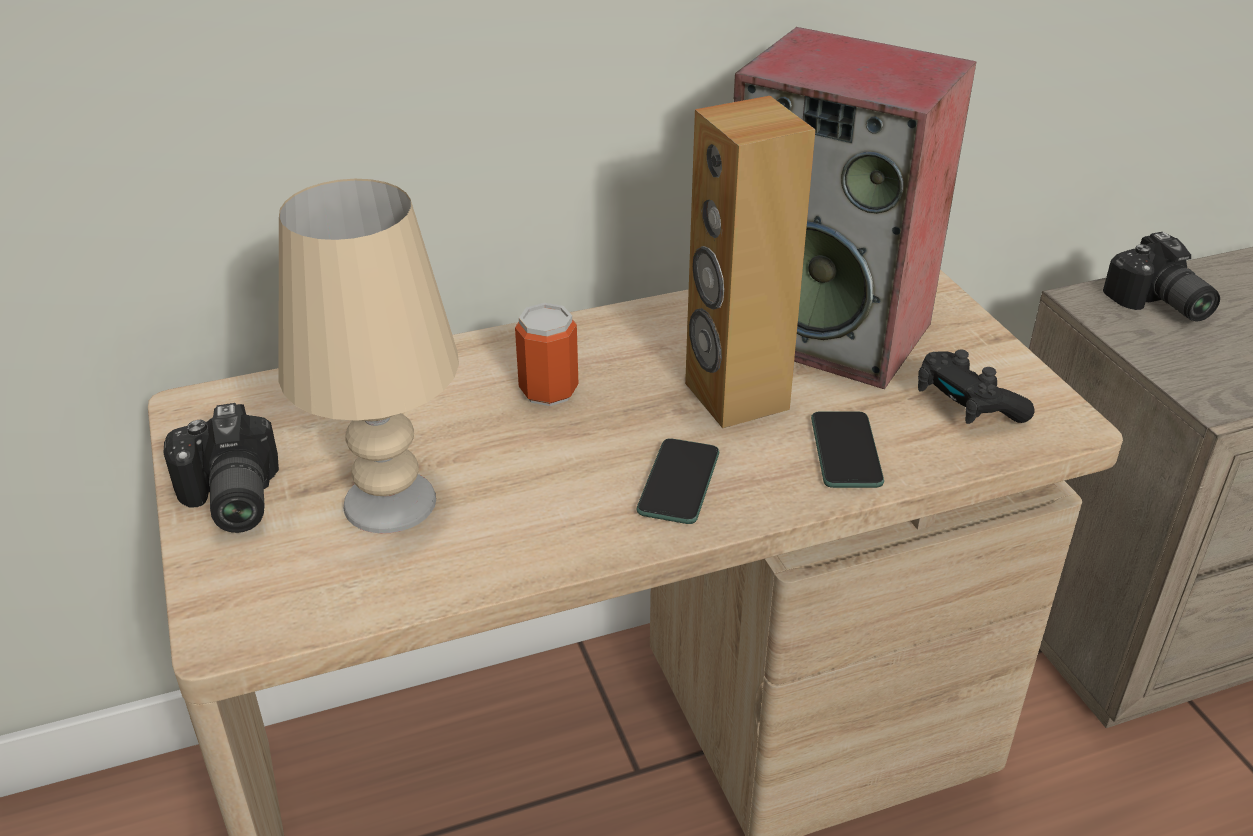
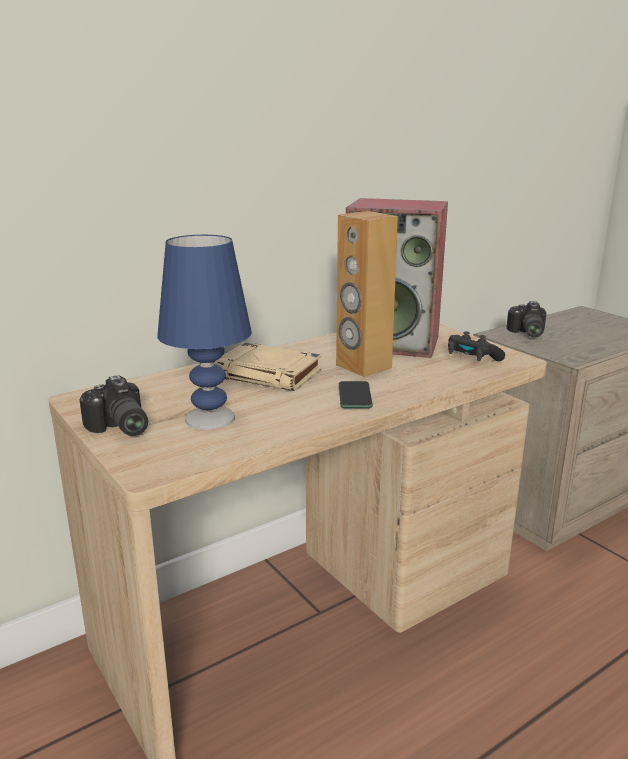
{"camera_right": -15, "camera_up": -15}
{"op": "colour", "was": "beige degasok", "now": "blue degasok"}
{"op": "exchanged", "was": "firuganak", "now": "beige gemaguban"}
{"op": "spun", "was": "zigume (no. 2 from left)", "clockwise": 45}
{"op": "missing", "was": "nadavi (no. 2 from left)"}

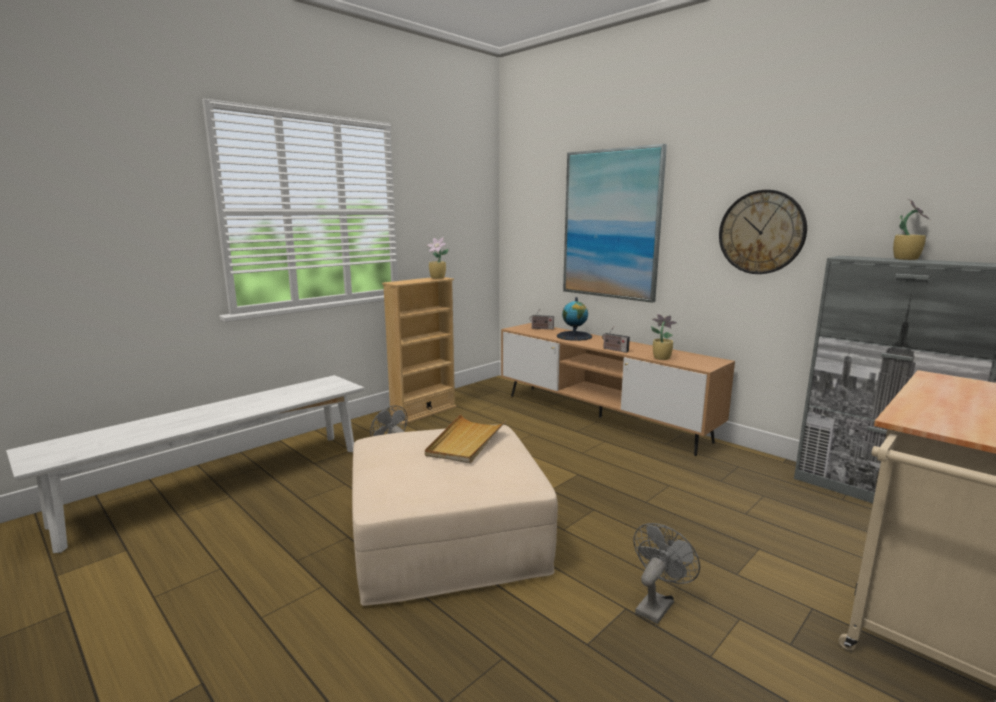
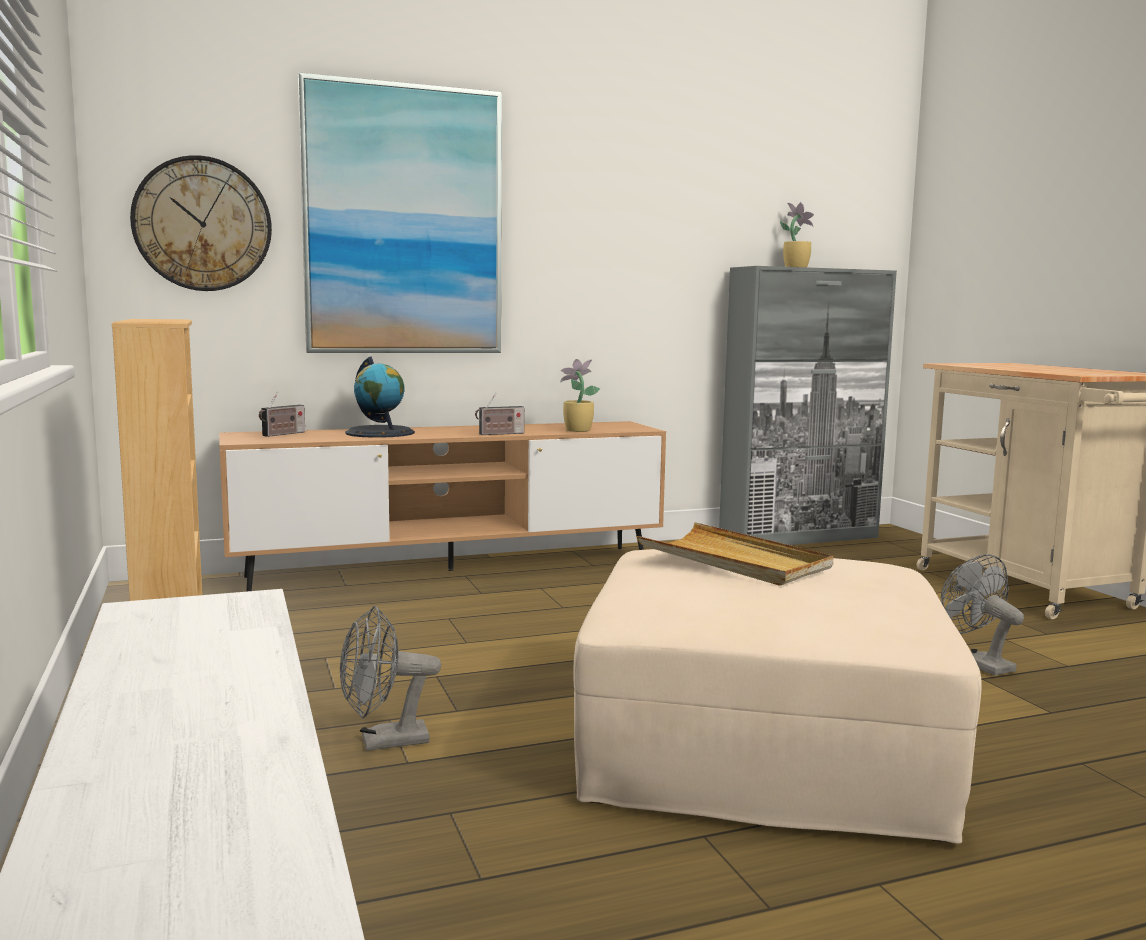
{"camera_right": -65, "camera_up": -5}
{"op": "relocated", "was": "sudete"}
{"op": "missing", "was": "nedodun (no. 1 from left)"}

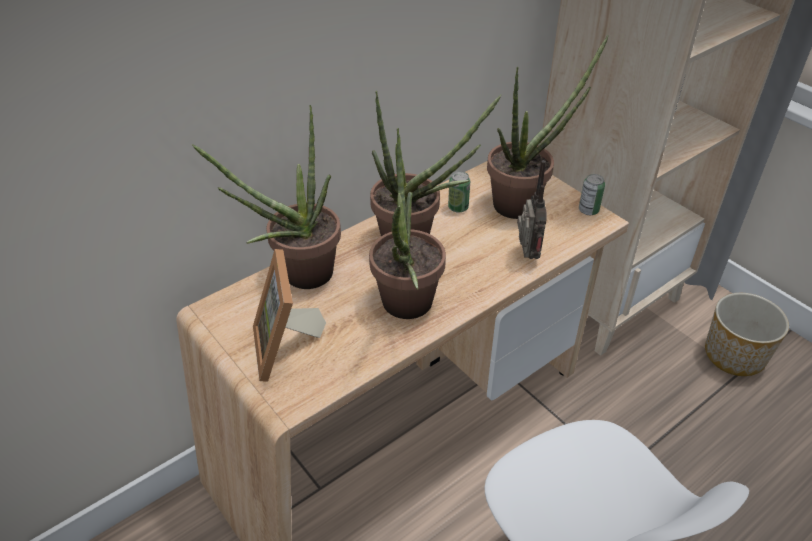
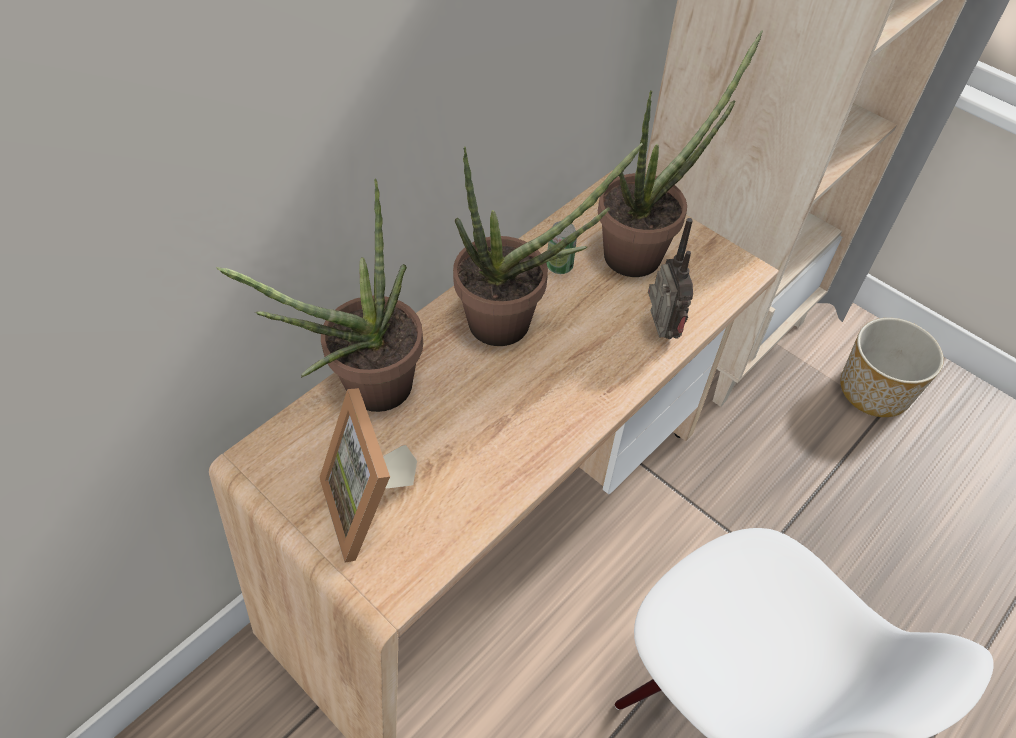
{"camera_right": -10, "camera_up": 10}
{"op": "missing", "was": "nedodun (no. 2 from left)"}
{"op": "missing", "was": "firuganak (no. 2 from left)"}

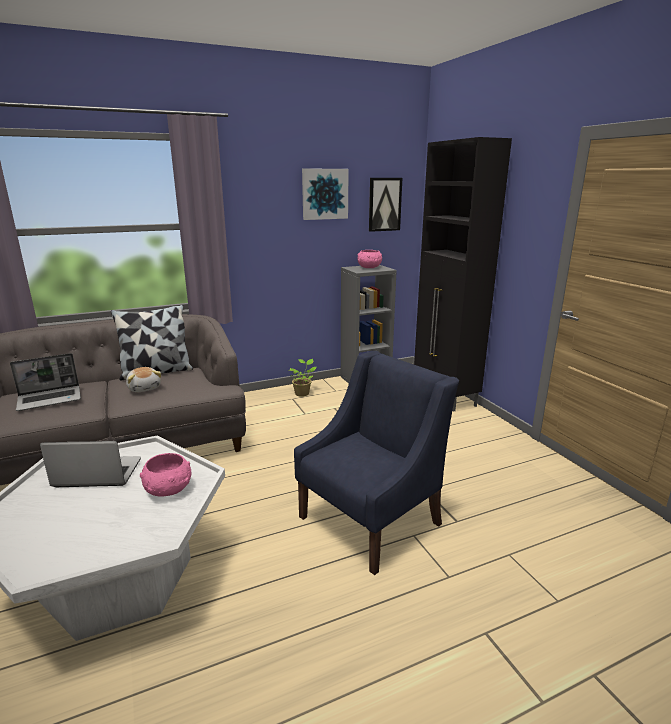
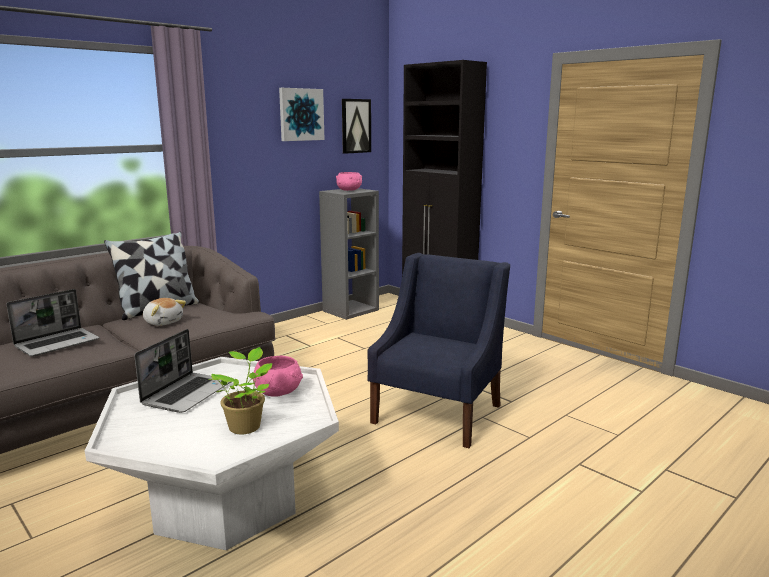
{"camera_right": -20, "camera_up": -5}
{"op": "spun", "was": "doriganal (no. 2 from left)", "clockwise": 135}
{"op": "relocated", "was": "nedodun"}

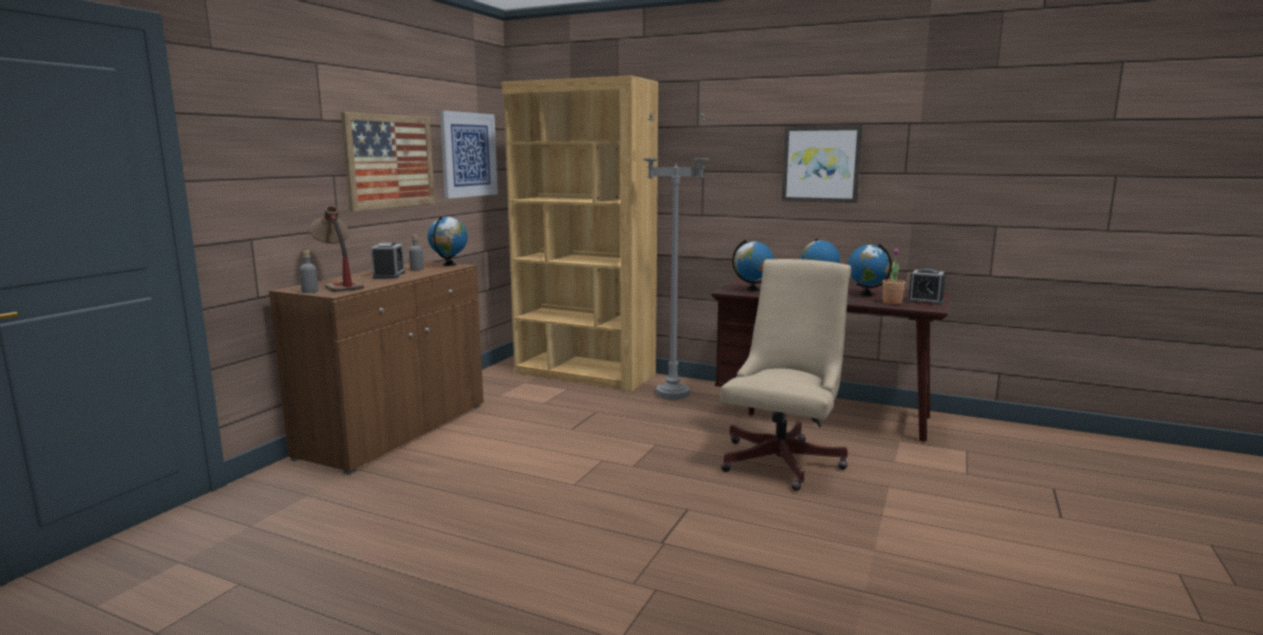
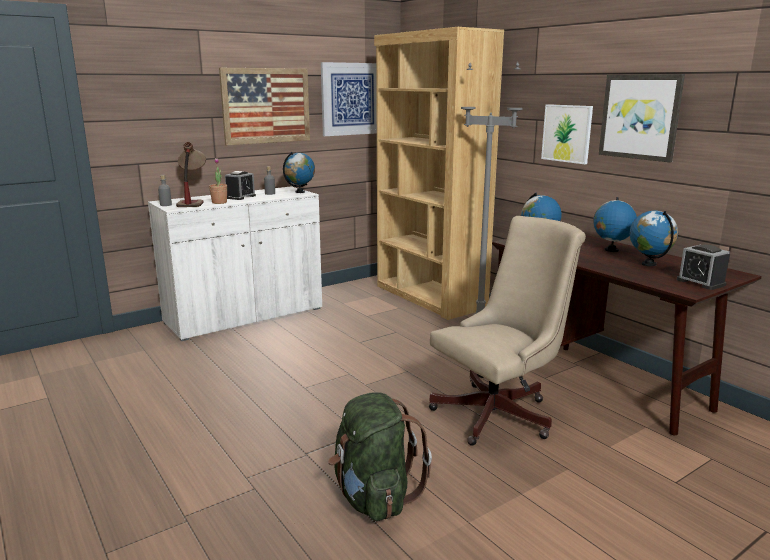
{"camera_right": 30, "camera_up": 5}
{"op": "colour", "was": "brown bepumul", "now": "white bepumul"}
{"op": "relocated", "was": "nedodun"}
{"op": "appeared", "now": "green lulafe"}
{"op": "appeared", "now": "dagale (no. 3 from left)"}

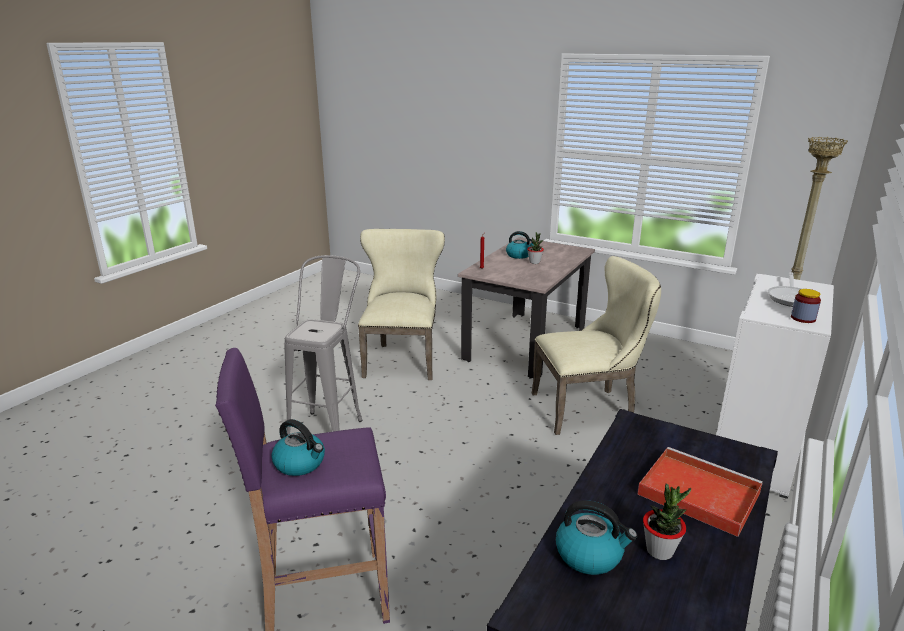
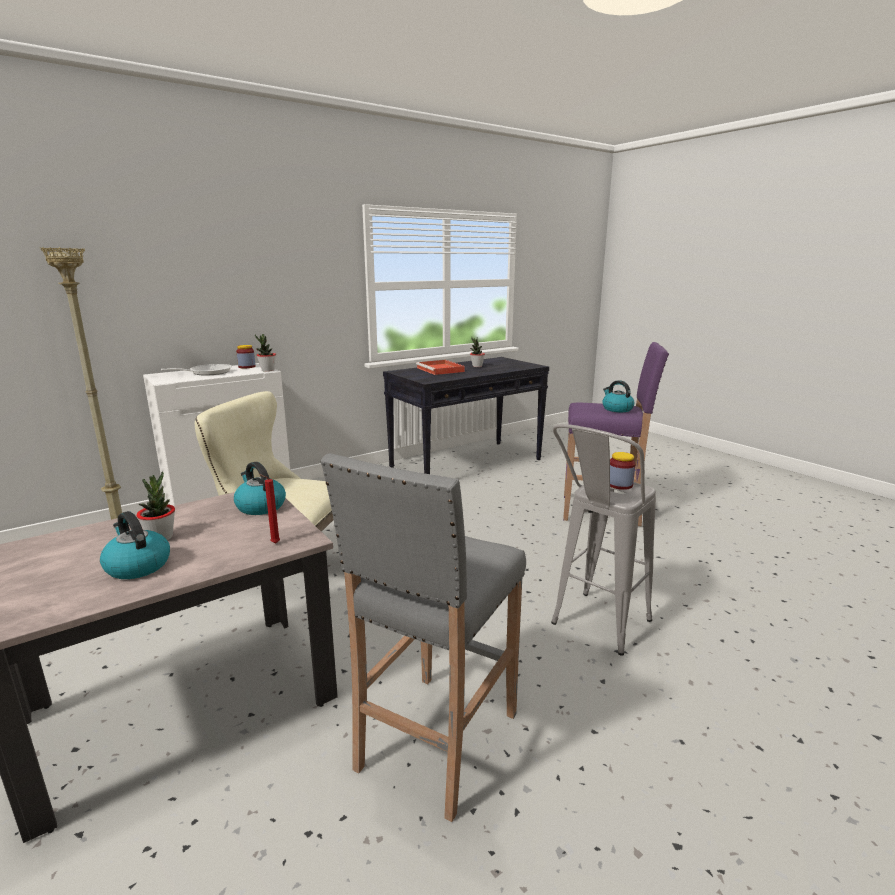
{"camera_right": -155, "camera_up": -5}
{"op": "relocated", "was": "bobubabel (no. 3 from left in the first image)", "now": "bobubabel (no. 2 from left)"}
{"op": "appeared", "now": "nedodun (no. 2 from left)"}
{"op": "exchanged", "was": "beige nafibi (no. 1 from left)", "now": "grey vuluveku (no. 1 from left)"}
{"op": "appeared", "now": "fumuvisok (no. 2 from left)"}

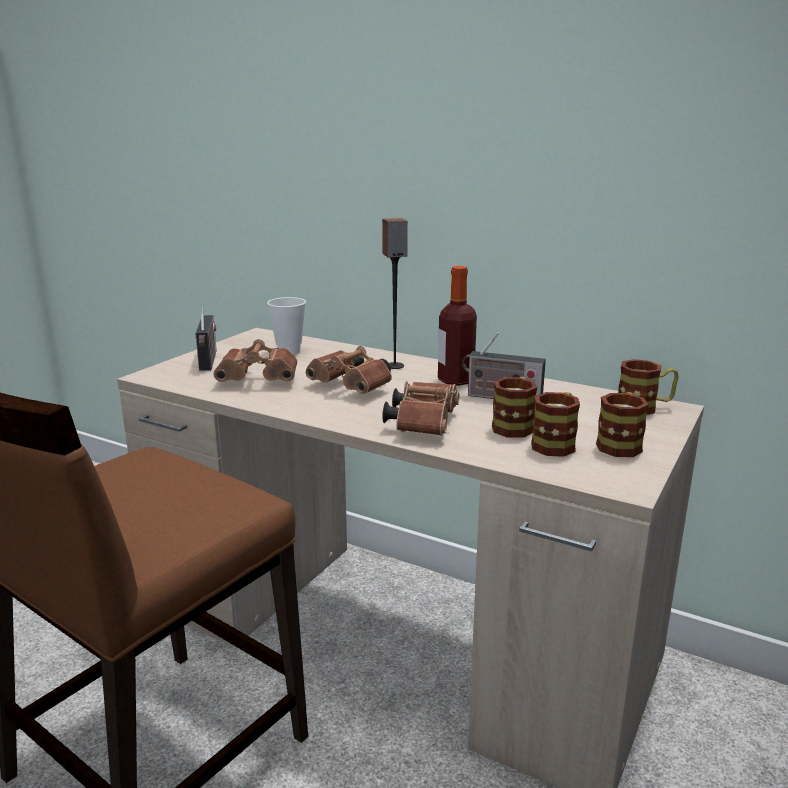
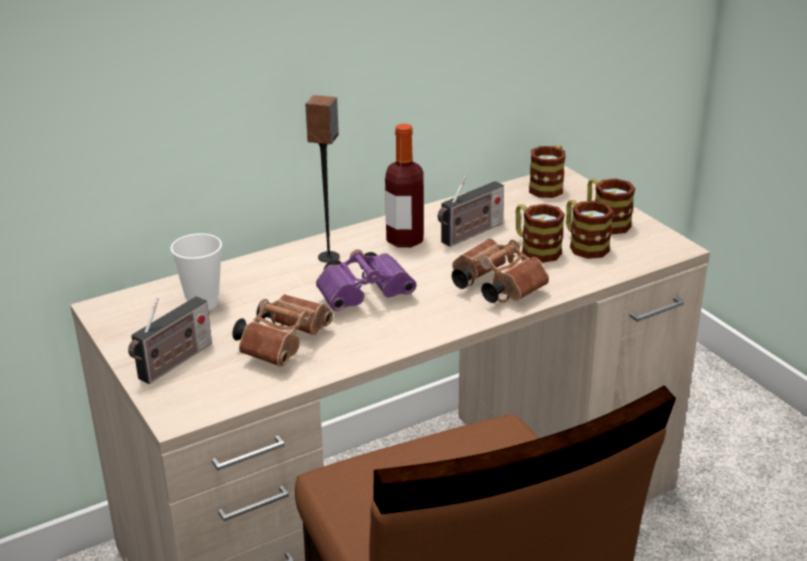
{"camera_right": -60, "camera_up": 10}
{"op": "spun", "was": "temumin (no. 1 from left)", "clockwise": 105}
{"op": "colour", "was": "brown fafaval (no. 2 from left)", "now": "purple fafaval"}

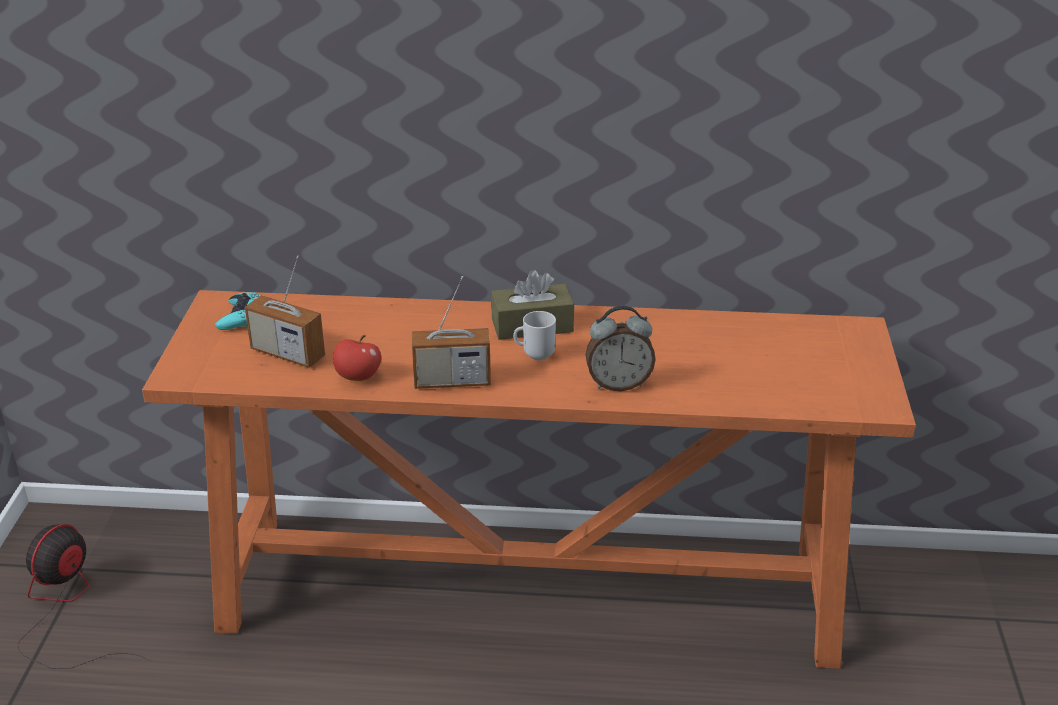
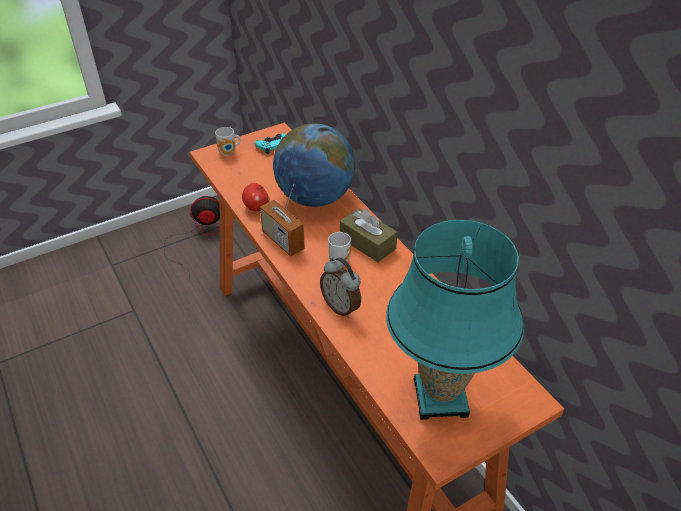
{"camera_right": 55, "camera_up": 10}
{"op": "appeared", "now": "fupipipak (no. 1 from left)"}
{"op": "appeared", "now": "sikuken"}
{"op": "appeared", "now": "turquoise degasok"}
{"op": "missing", "was": "temumin (no. 1 from left)"}

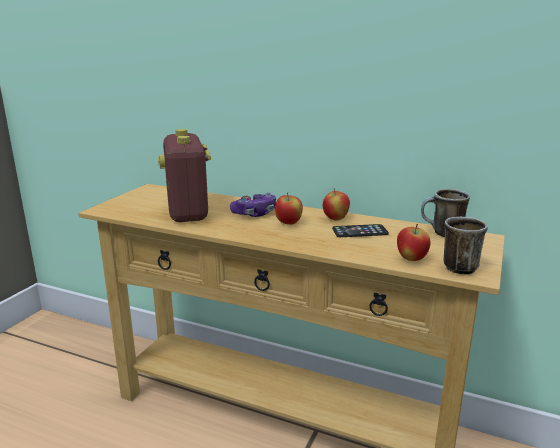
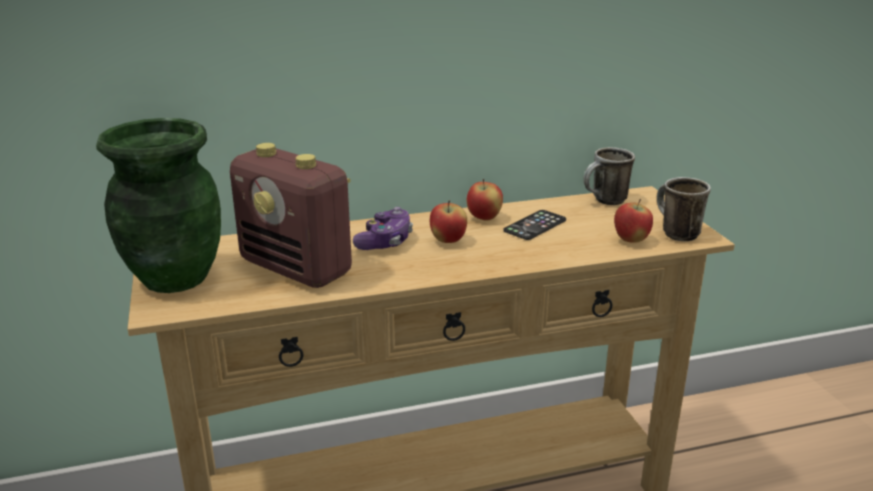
{"camera_right": -40, "camera_up": 5}
{"op": "appeared", "now": "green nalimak"}

